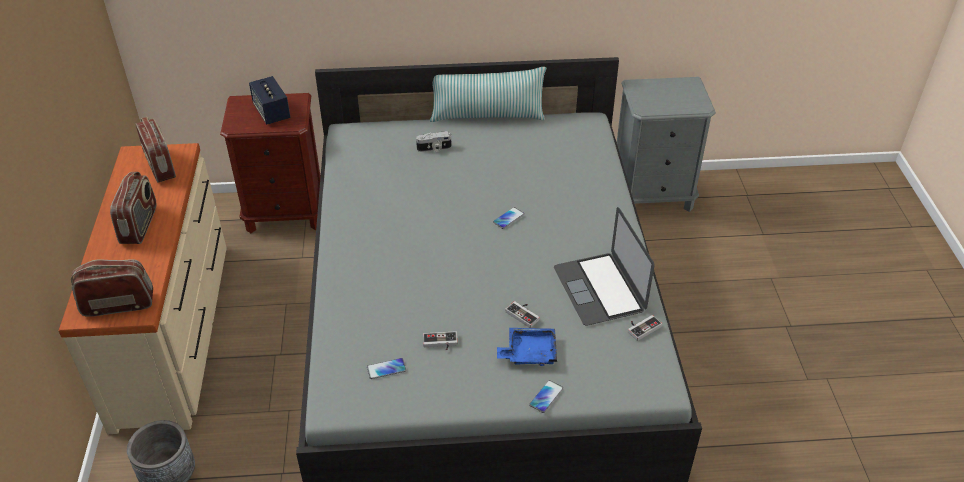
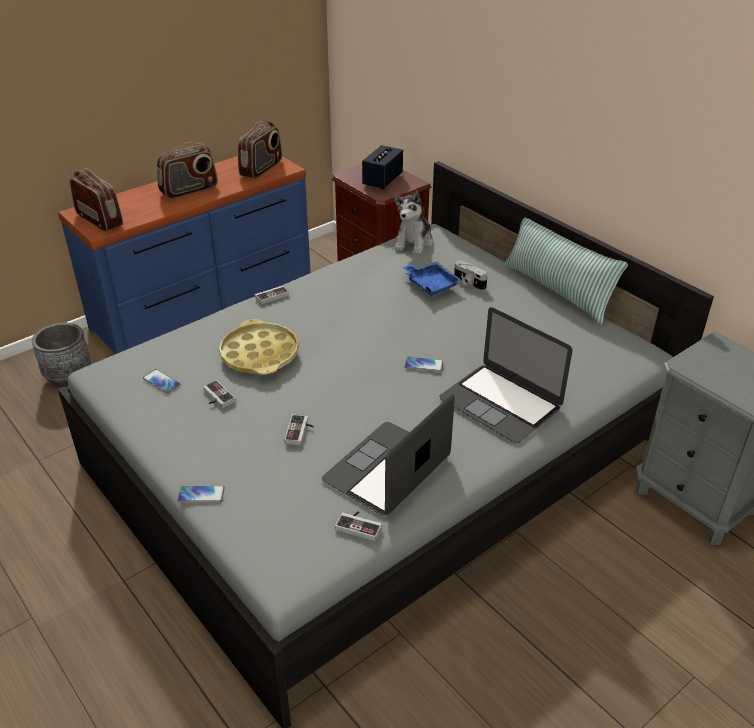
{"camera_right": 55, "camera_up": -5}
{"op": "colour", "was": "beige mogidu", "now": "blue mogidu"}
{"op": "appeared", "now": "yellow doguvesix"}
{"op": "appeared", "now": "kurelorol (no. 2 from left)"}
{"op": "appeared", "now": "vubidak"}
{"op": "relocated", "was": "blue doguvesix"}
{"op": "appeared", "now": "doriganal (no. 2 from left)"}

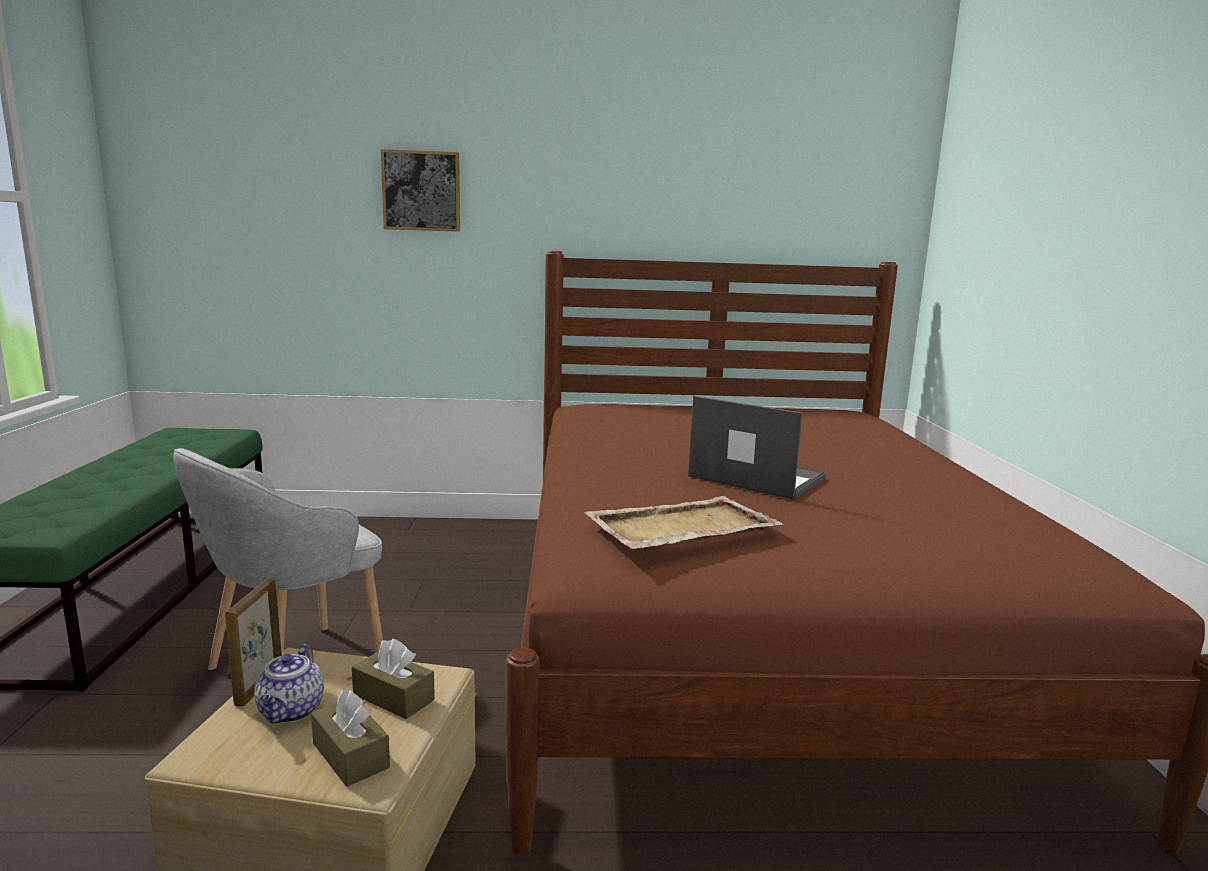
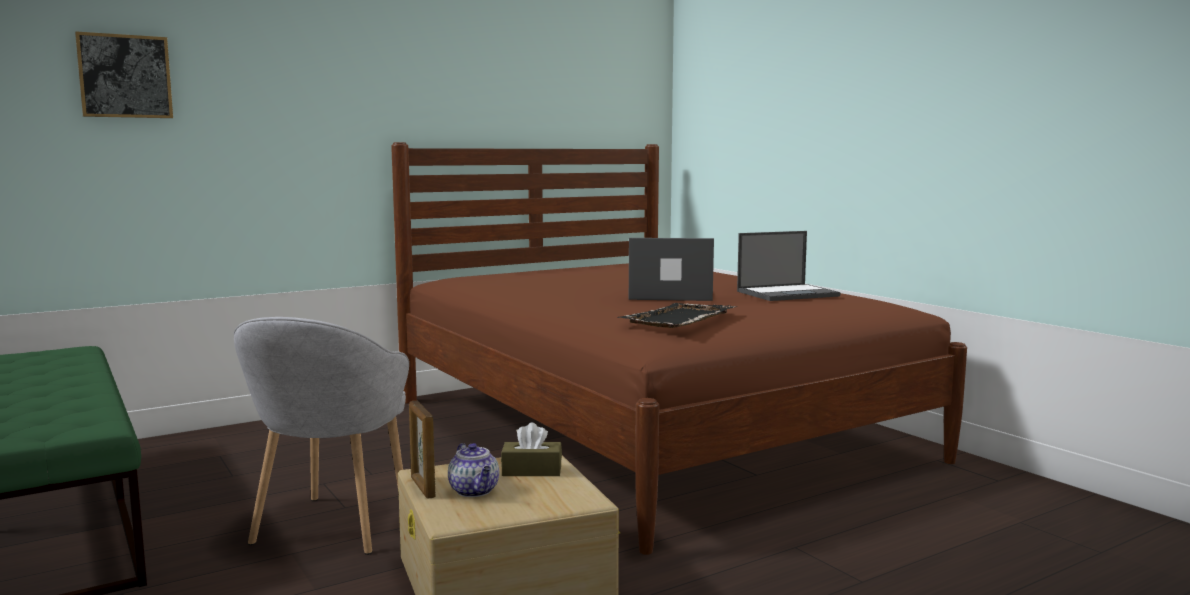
{"camera_right": -30, "camera_up": -5}
{"op": "relocated", "was": "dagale"}
{"op": "colour", "was": "beige doguvesix", "now": "black doguvesix"}
{"op": "appeared", "now": "doriganal (no. 2 from left)"}
{"op": "missing", "was": "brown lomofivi (no. 1 from left)"}

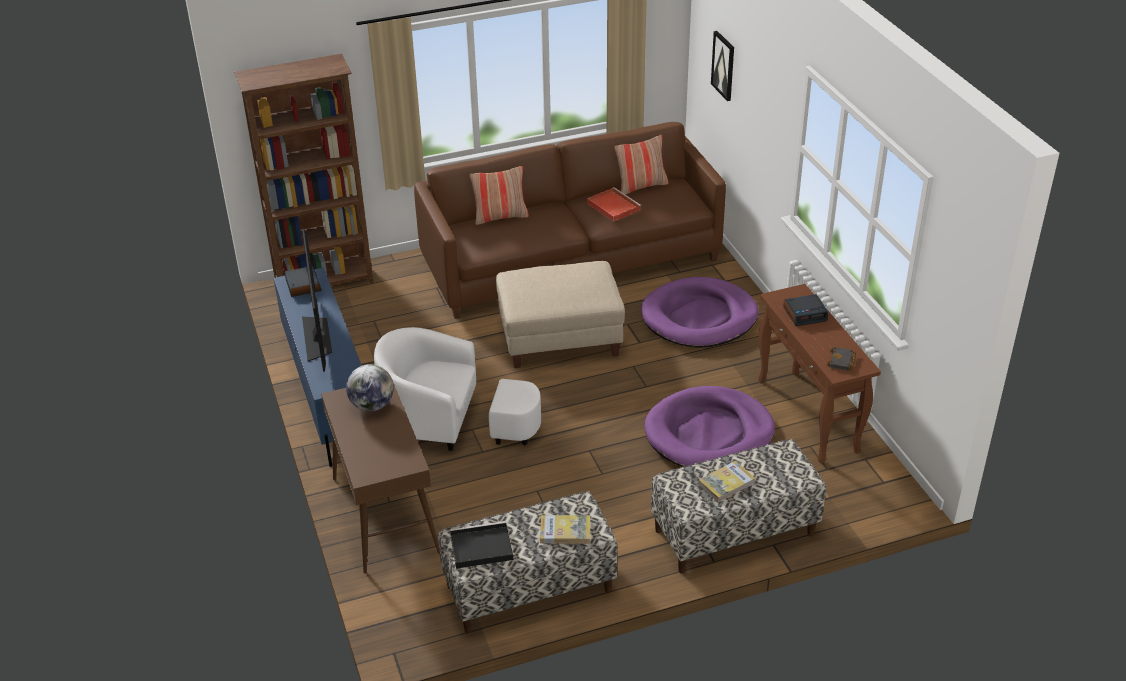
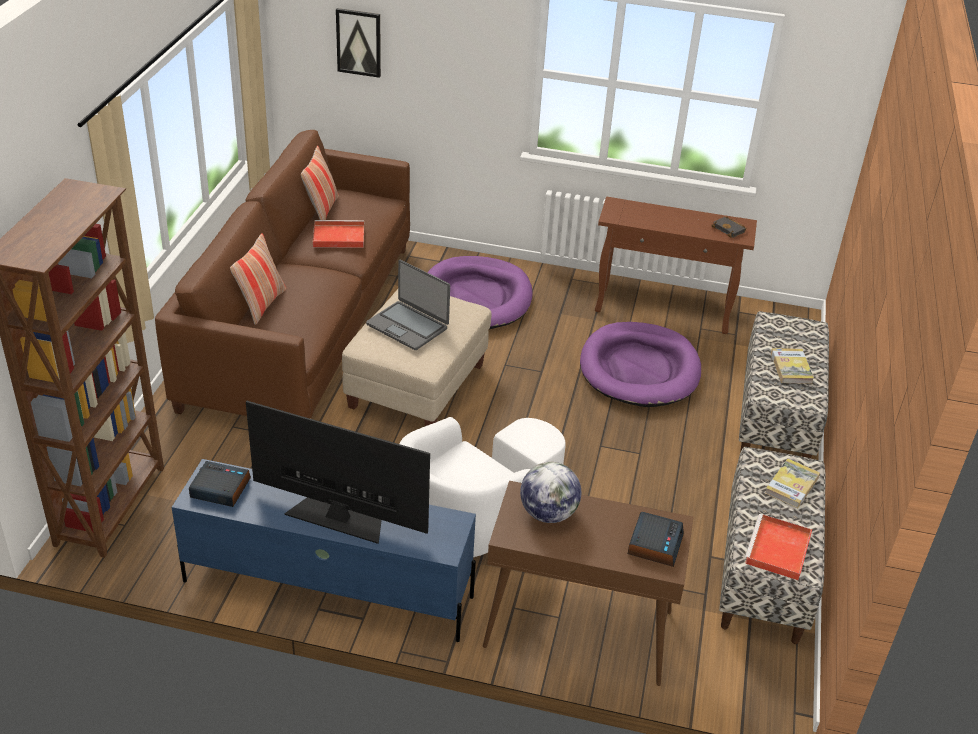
{"camera_right": -60, "camera_up": 0}
{"op": "appeared", "now": "doriganal"}
{"op": "relocated", "was": "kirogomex (no. 2 from left)"}
{"op": "colour", "was": "black doguvesix", "now": "red doguvesix (no. 2 from left)"}

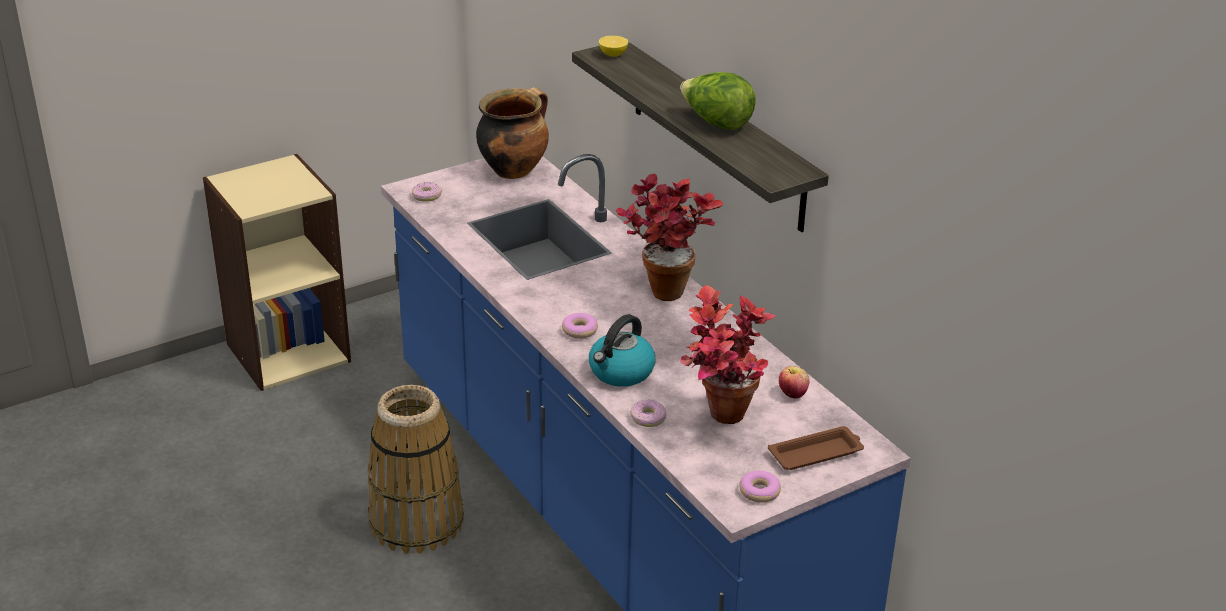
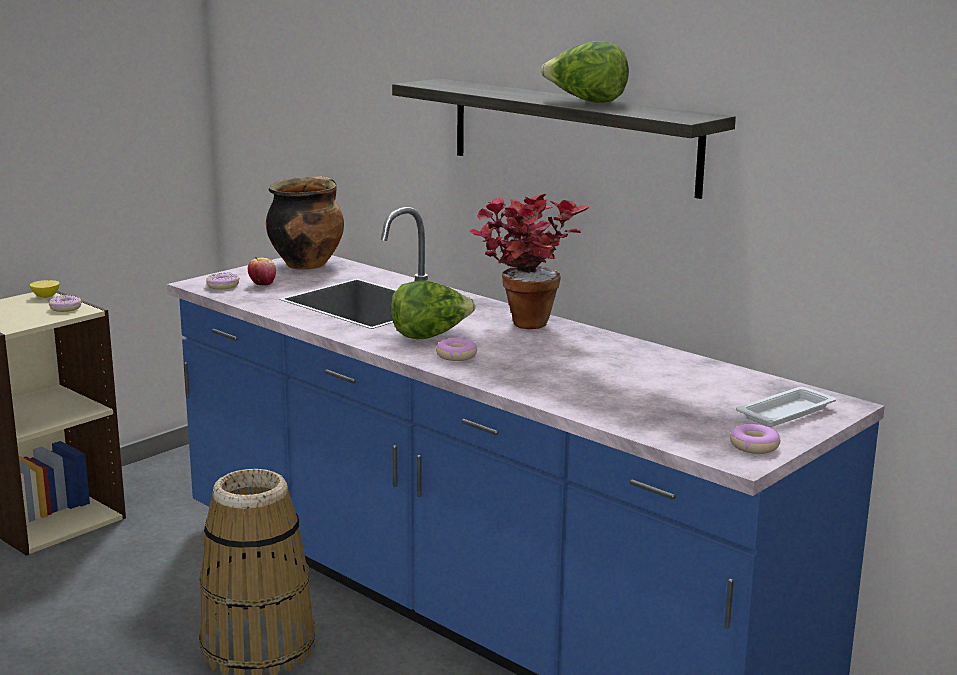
{"camera_right": -15, "camera_up": -15}
{"op": "relocated", "was": "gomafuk"}
{"op": "relocated", "was": "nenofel (no. 3 from left in the first image)", "now": "nenofel (no. 1 from left)"}
{"op": "relocated", "was": "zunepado"}
{"op": "appeared", "now": "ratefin (no. 1 from left)"}
{"op": "colour", "was": "brown doguvesix", "now": "white doguvesix"}
{"op": "missing", "was": "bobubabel"}
{"op": "missing", "was": "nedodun (no. 2 from left)"}

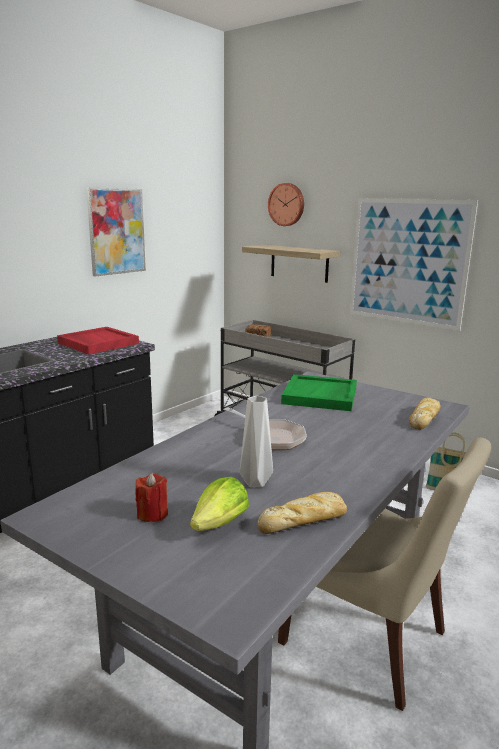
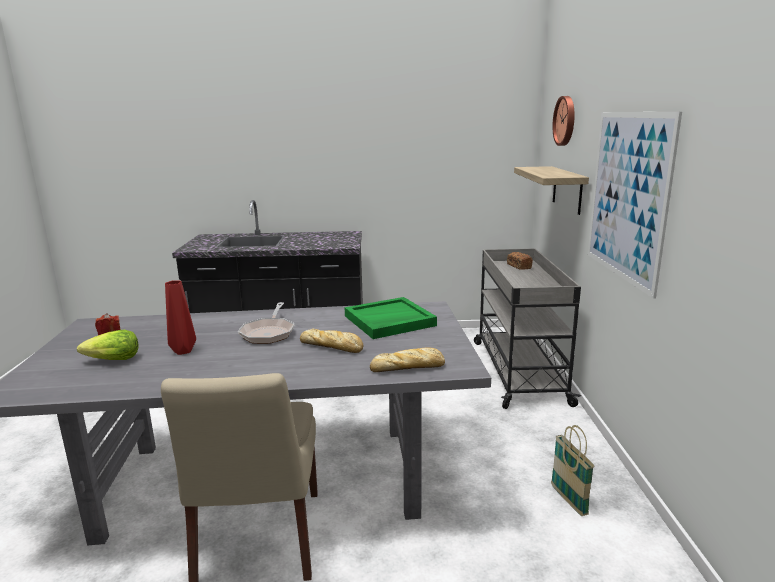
{"camera_right": 50, "camera_up": 0}
{"op": "colour", "was": "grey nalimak", "now": "red nalimak"}
{"op": "relocated", "was": "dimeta (no. 2 from left in the first image)", "now": "dimeta (no. 1 from left)"}
{"op": "missing", "was": "red doguvesix"}
{"op": "missing", "was": "dagale (no. 1 from left)"}

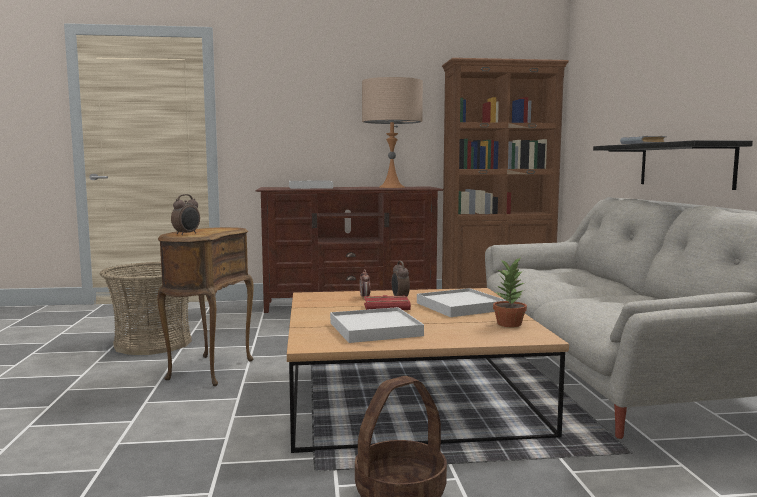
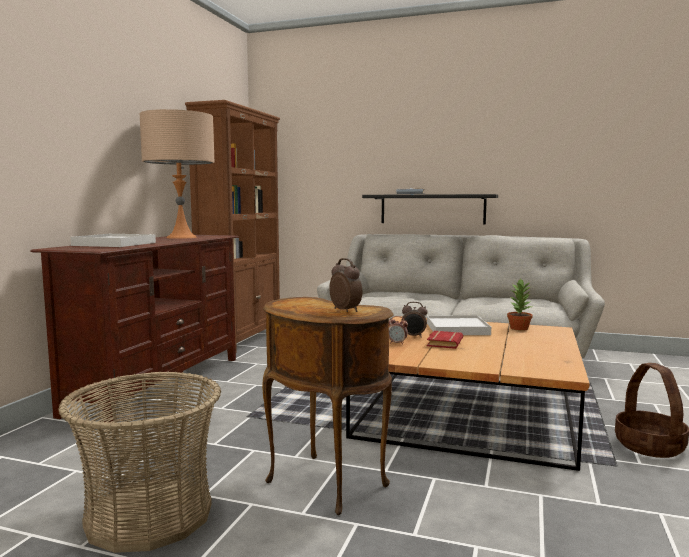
{"camera_right": -65, "camera_up": 0}
{"op": "missing", "was": "white doguvesix (no. 2 from left)"}

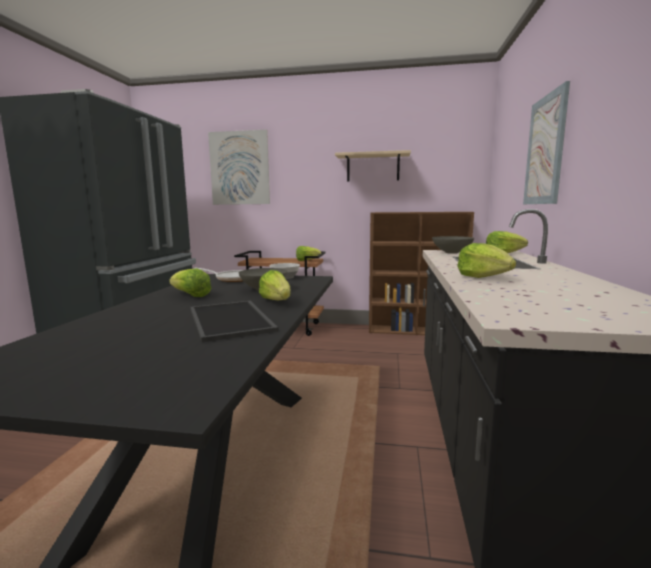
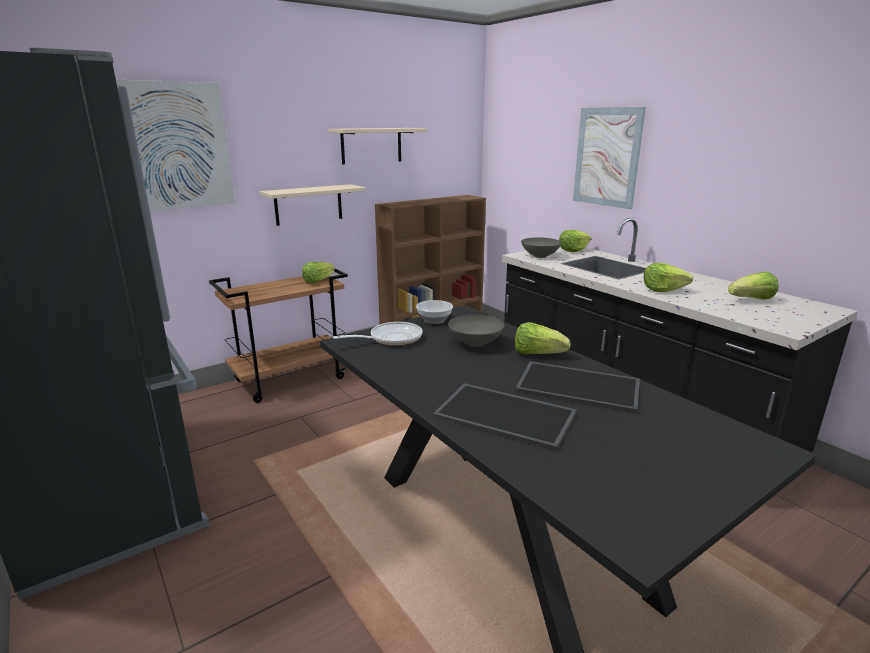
{"camera_right": -45, "camera_up": 10}
{"op": "appeared", "now": "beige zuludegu (no. 1 from left)"}
{"op": "appeared", "now": "doguvesix (no. 1 from left)"}
{"op": "relocated", "was": "ratefin (no. 1 from left in the first image)", "now": "ratefin (no. 5 from left)"}

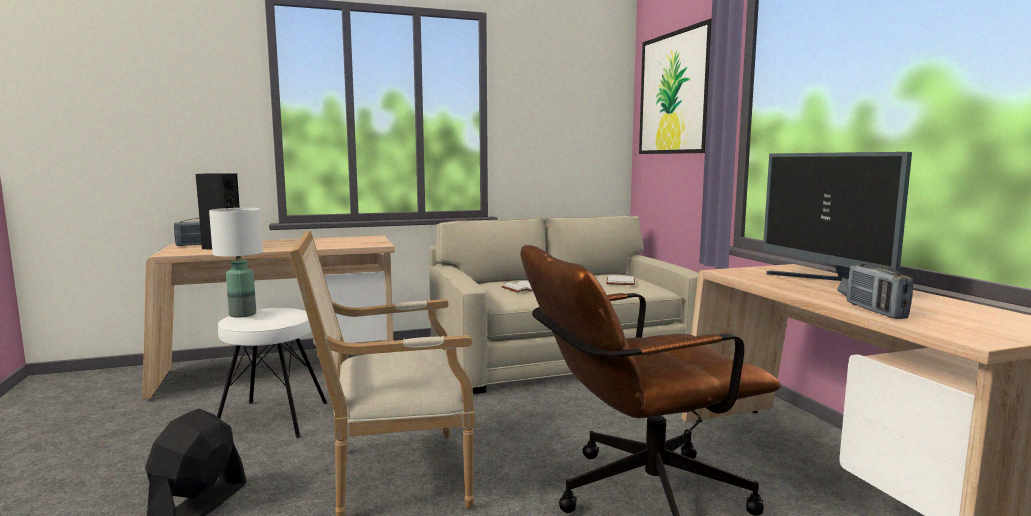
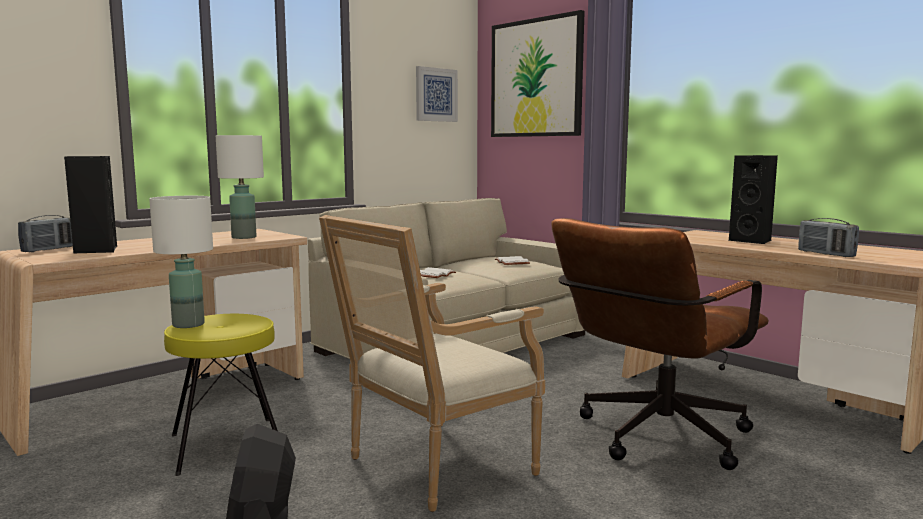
{"camera_right": -25, "camera_up": 0}
{"op": "colour", "was": "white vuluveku", "now": "yellow vuluveku"}
{"op": "appeared", "now": "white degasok (no. 2 from left)"}
{"op": "appeared", "now": "dagale (no. 1 from left)"}
{"op": "exchanged", "was": "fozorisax", "now": "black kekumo (no. 2 from left)"}

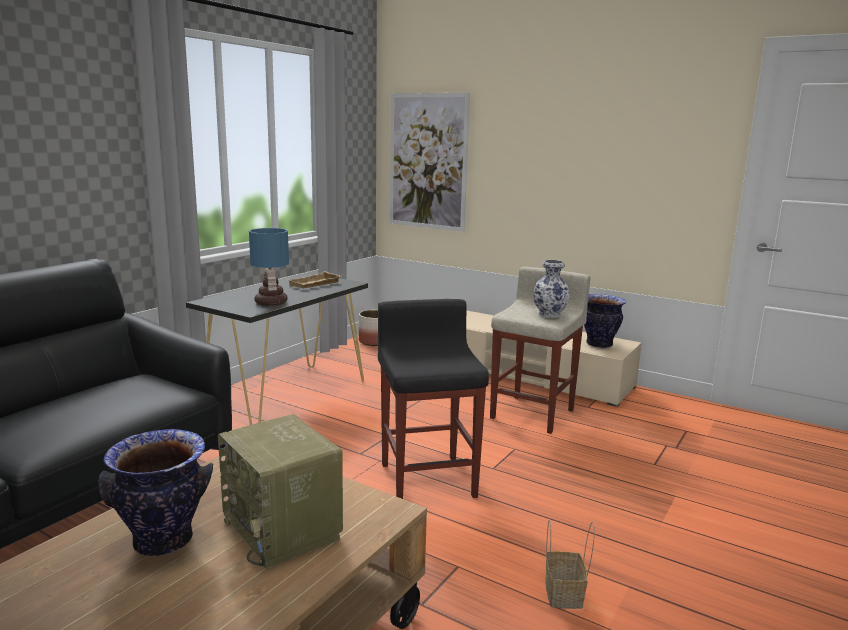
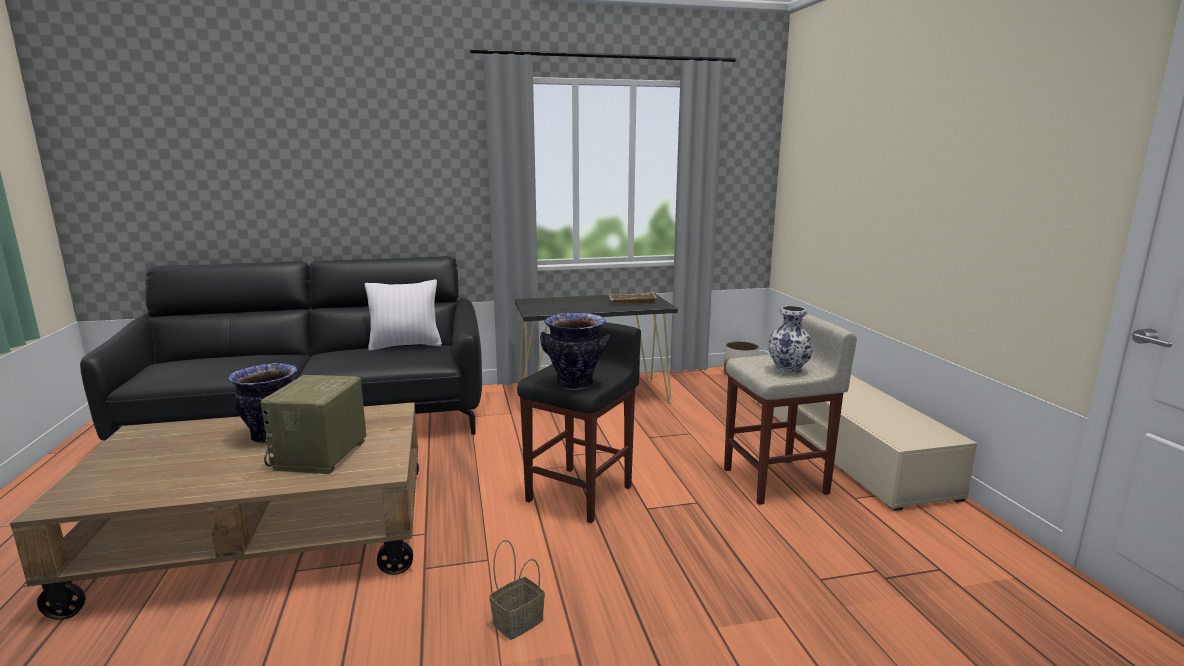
{"camera_right": 45, "camera_up": 0}
{"op": "appeared", "now": "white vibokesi"}
{"op": "relocated", "was": "nalimak (no. 3 from left in the first image)", "now": "nalimak (no. 2 from left)"}
{"op": "missing", "was": "degasok"}
{"op": "missing", "was": "dagale"}

